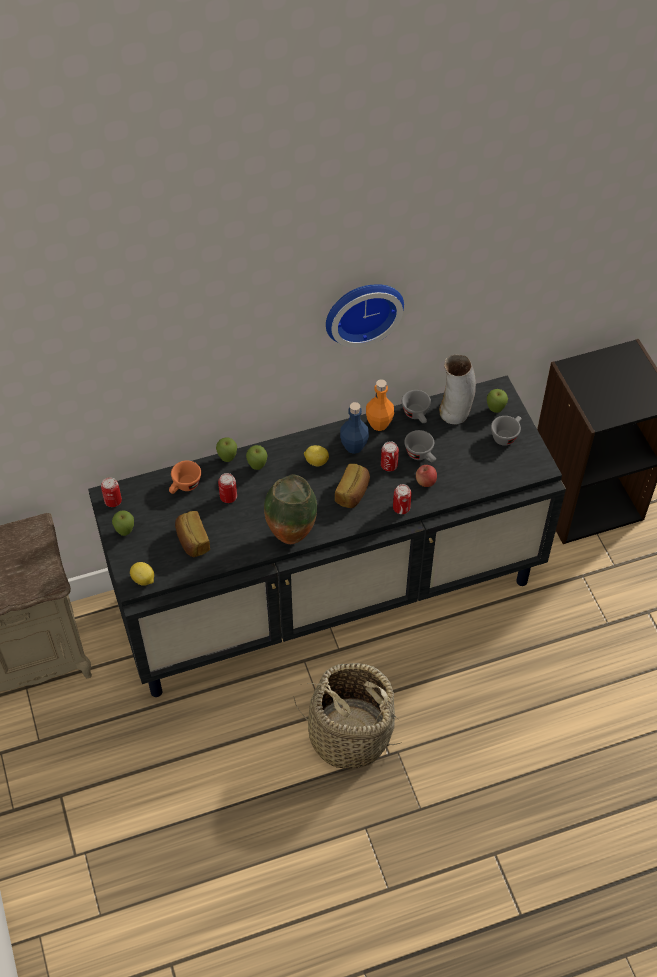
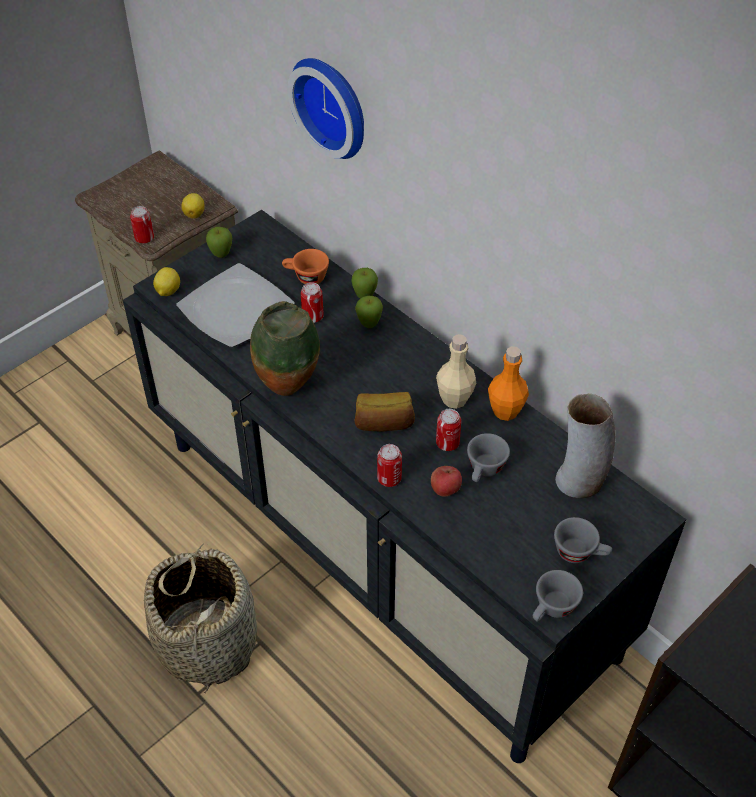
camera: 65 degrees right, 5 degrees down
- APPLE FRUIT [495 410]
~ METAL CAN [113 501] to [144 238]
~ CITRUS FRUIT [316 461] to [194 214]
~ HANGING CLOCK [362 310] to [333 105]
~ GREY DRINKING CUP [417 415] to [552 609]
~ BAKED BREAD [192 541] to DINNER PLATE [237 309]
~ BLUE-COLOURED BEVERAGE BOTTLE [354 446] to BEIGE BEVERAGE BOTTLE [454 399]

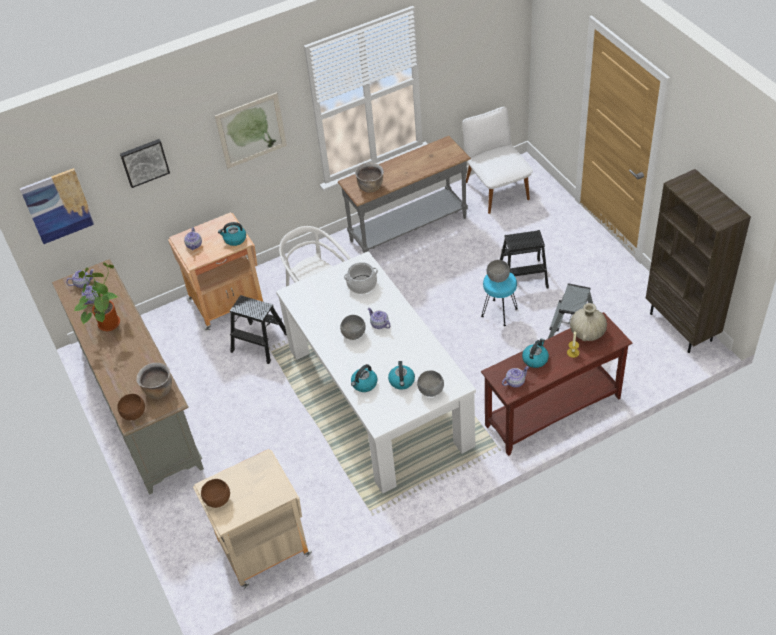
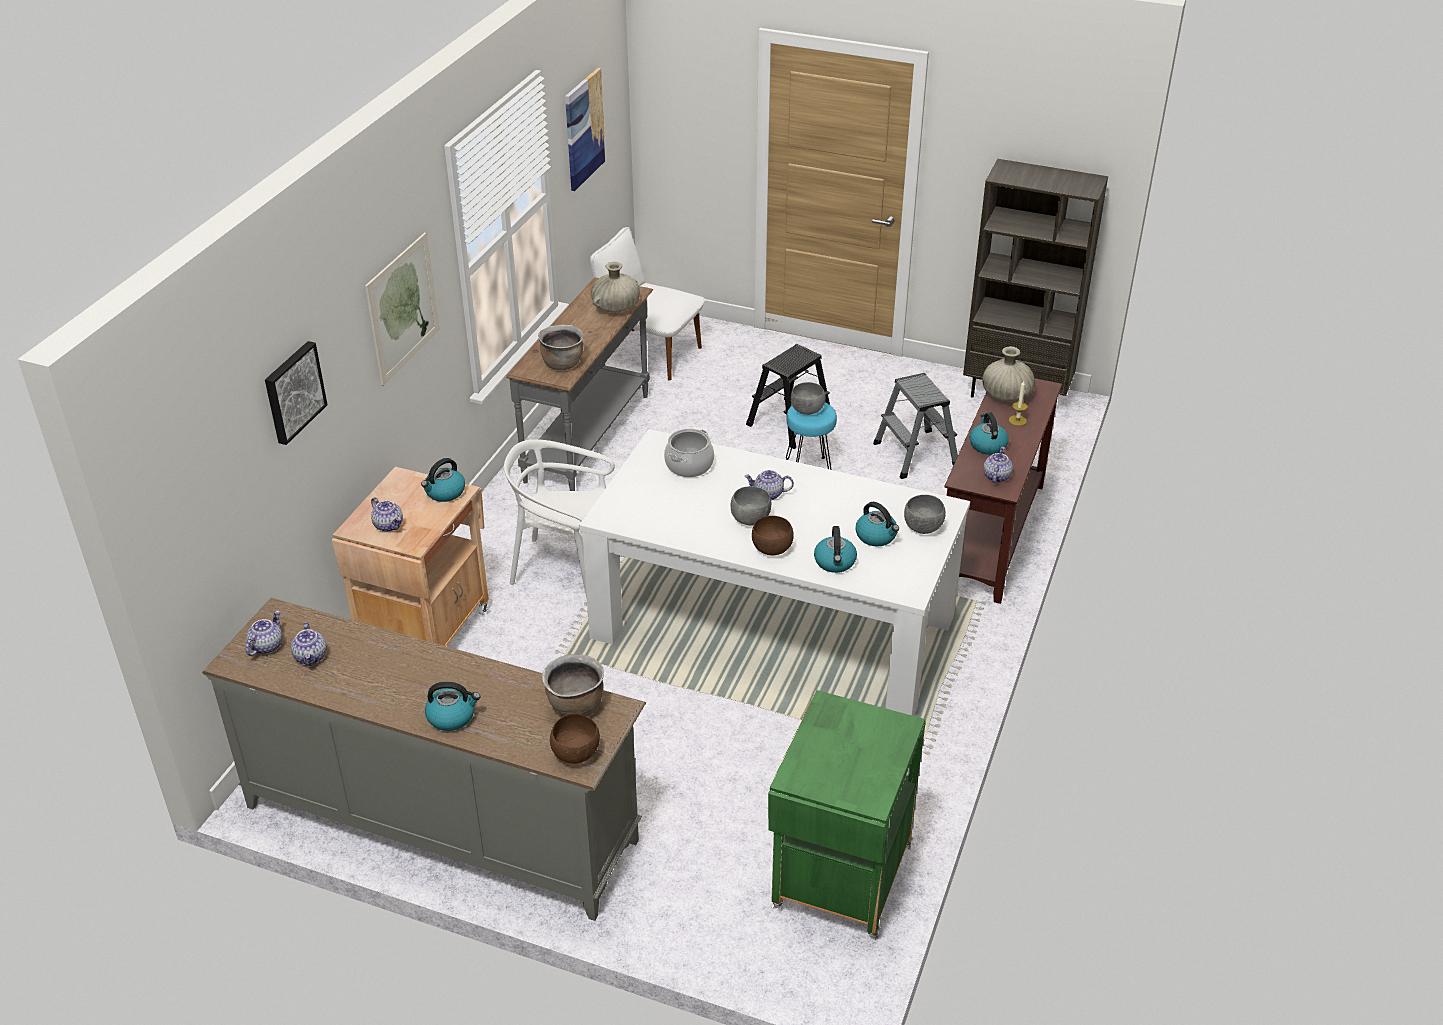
camera: 45 degrees left, 10 degrees down
- POTTED PLANT [108 322]
- BLACK-COLOURED STEPLADDER [259 342]
+ TEA KETTLE [452 716]
+ BEIGE FLOWER VASE [616 308]
~ WALL PICTURE [58 206] to [584 129]
~ BROWN-COLOURED DEEP DISH [217 500] to [772 550]
~ BEIGE CART [263 549] to GREEN CART [841 879]

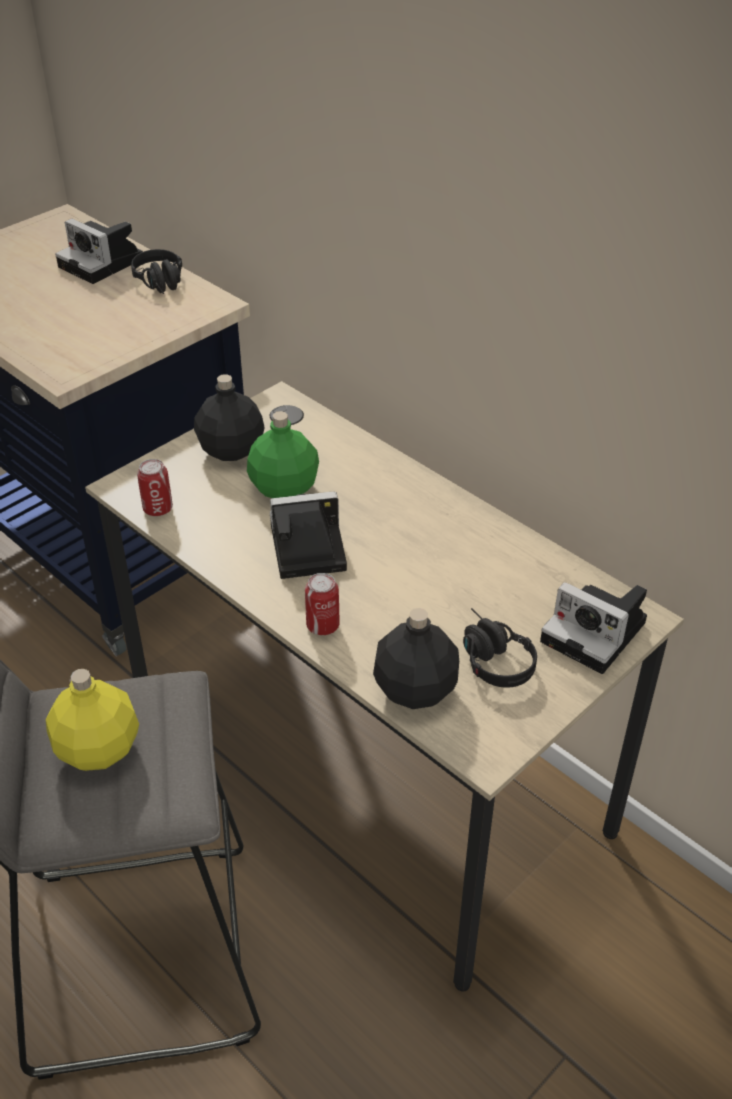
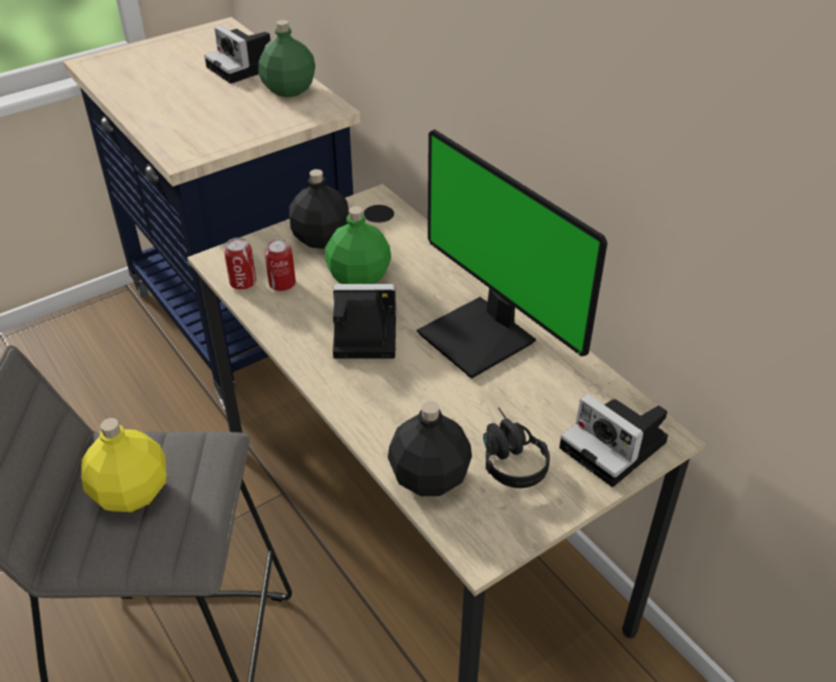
camera: 10 degrees right, 0 degrees up
+ COMPUTER SCREEN [481 337]
~ METAL CAN [323 625] to [282 284]
~ BLACK-COLOURED PAIR OF HEADPHONES [162 285] to GREEN BEVERAGE BOTTLE [289 89]

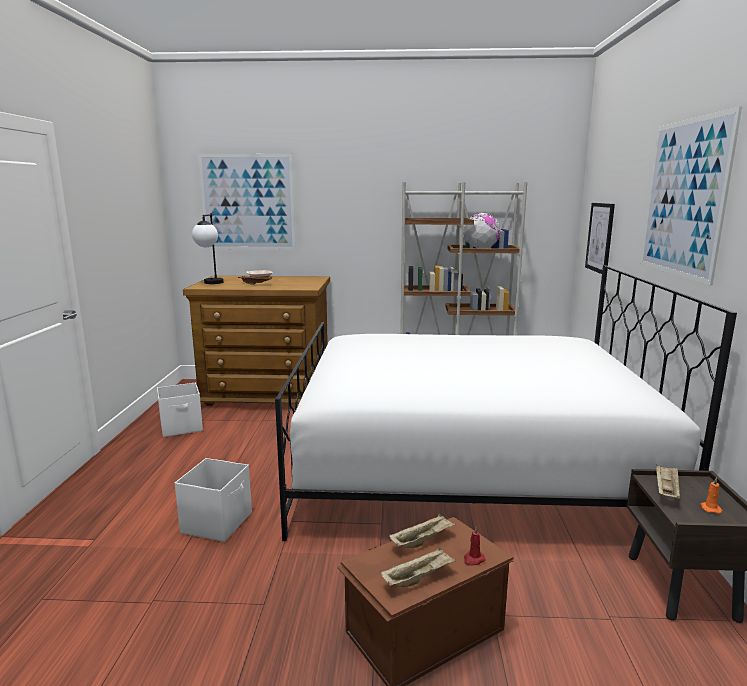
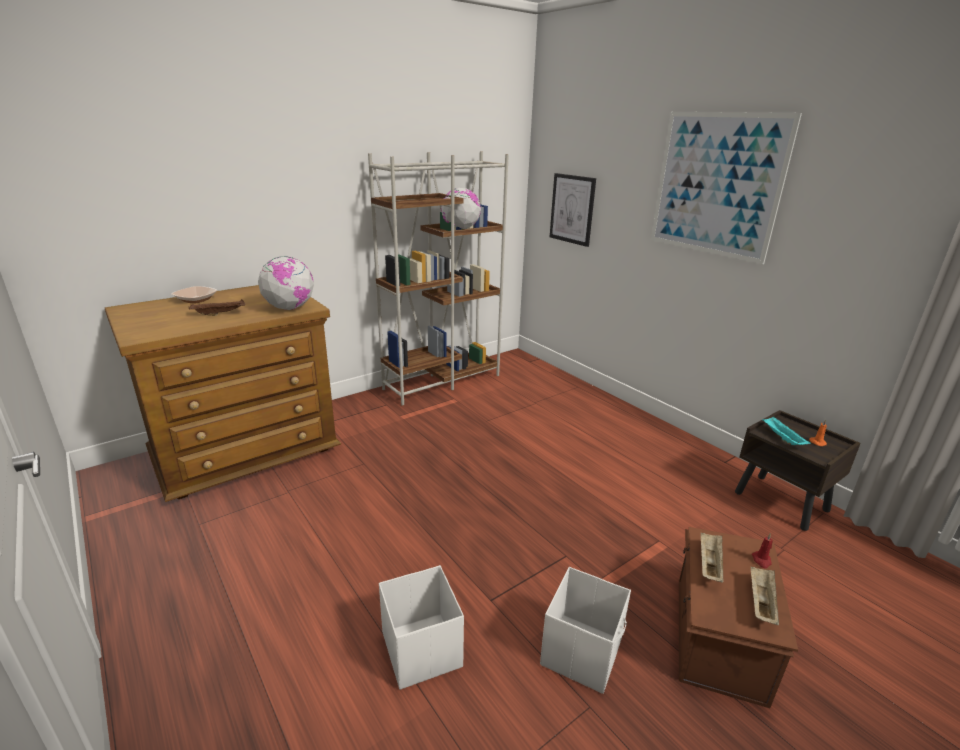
camera: 40 degrees left, 10 degrees up
- TABLE LAMP [211 283]
- WALL PICTURE [248 202]
- WHITISH BEDROOM BED [467 470]
+ GLOBE [289 308]
~ WHITISH STORAGE BOX [182 427] to [582 651]
~ BEIGE TRAY [665 490] to TURQUOISE TRAY [782 438]

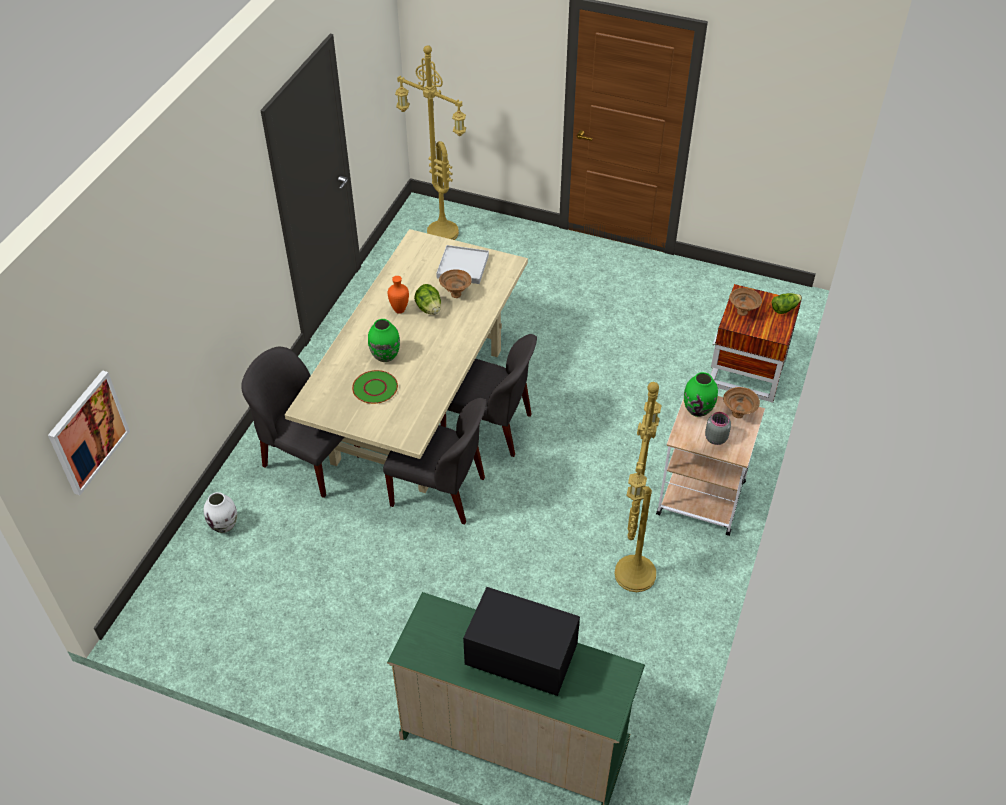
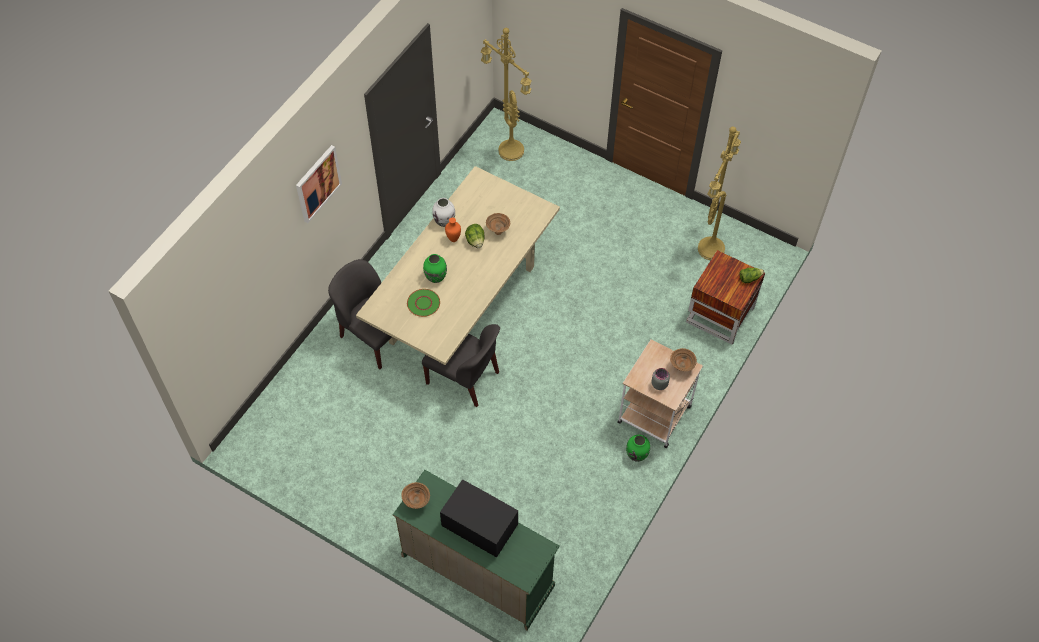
camera: 10 degrees right, 10 degrees up
- WHITISH TRAY [463 267]
- GREY PLAIN CHAIR [489 427]
~ WALL PICTURE [88 432] to [317 183]
~ WHITISH FLOWER VASE [224 525] to [444 221]
~ YELLOW STANDING LAMP [632 572] to [709 247]
~ GREEN FLOWER VASE [698 409] to [637 455]
~ BROWN-COLOURED DEEP DISH [743 312] to [417 502]

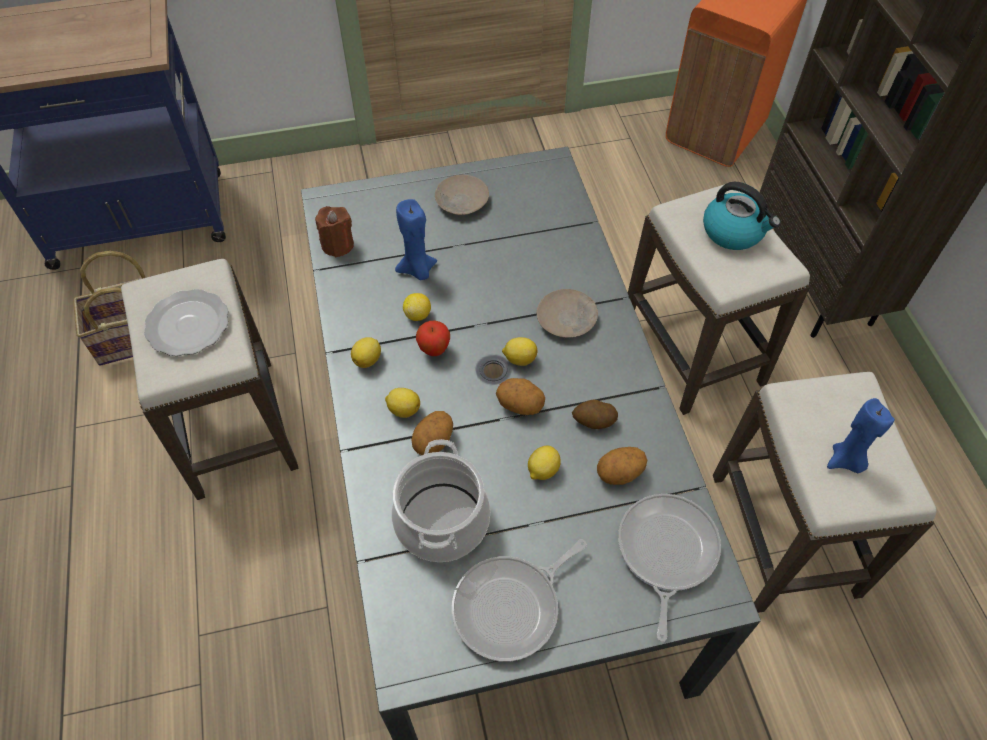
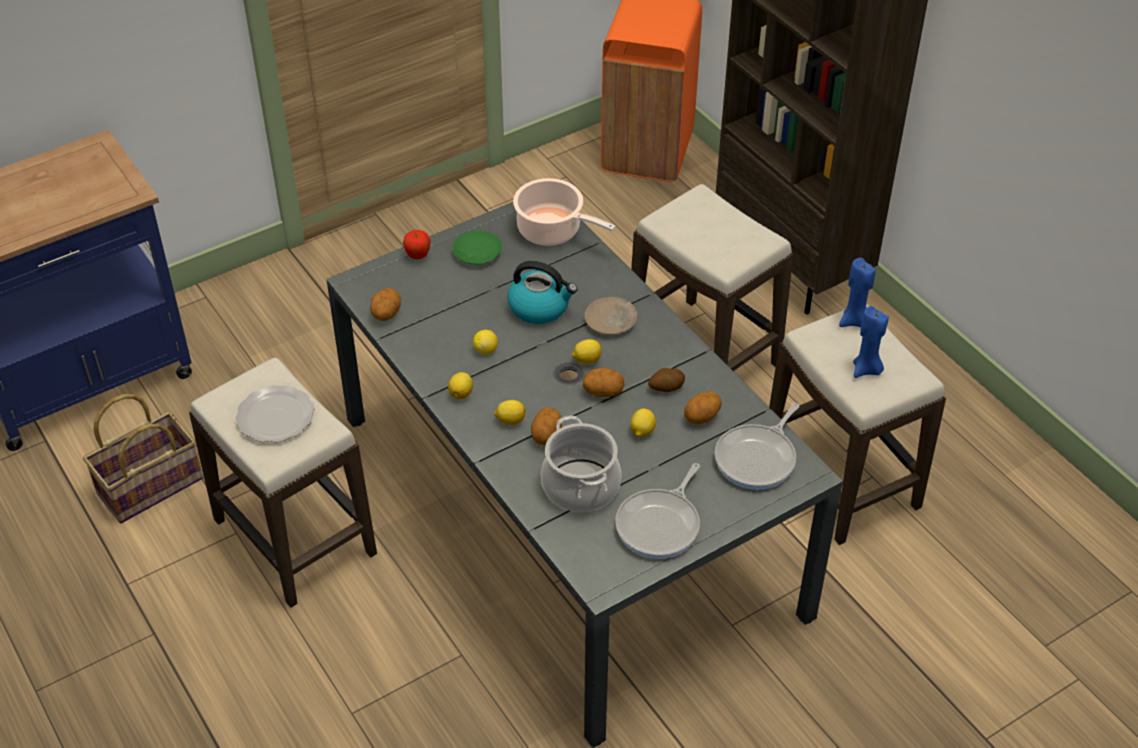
camera: 20 degrees left, 10 degrees down
+ SAUCEPOT [552 231]
~ BLUE-COLOURED WAX LIGHT [417 270] to [854 321]
~ APPLE FRUIT [434 350] to [418 256]
~ TEA KETTLE [734 231] to [540 307]
~ BROWN-COLOURED WAX LIGHT [337 244] to SPUD [386 314]
~ BEIGE DINNER PLATE [461 201] to GREEN DINNER PLATE [477 253]
~ SKILLET [665 552] = [758 458] 135 degrees counterclockwise

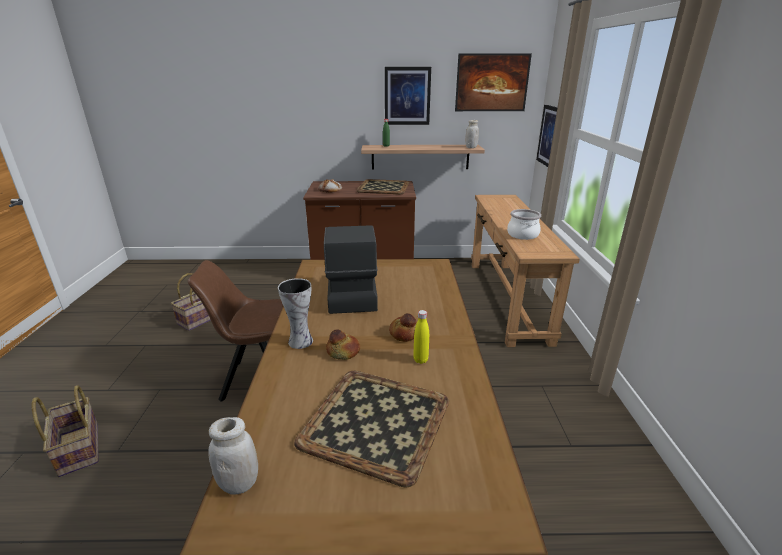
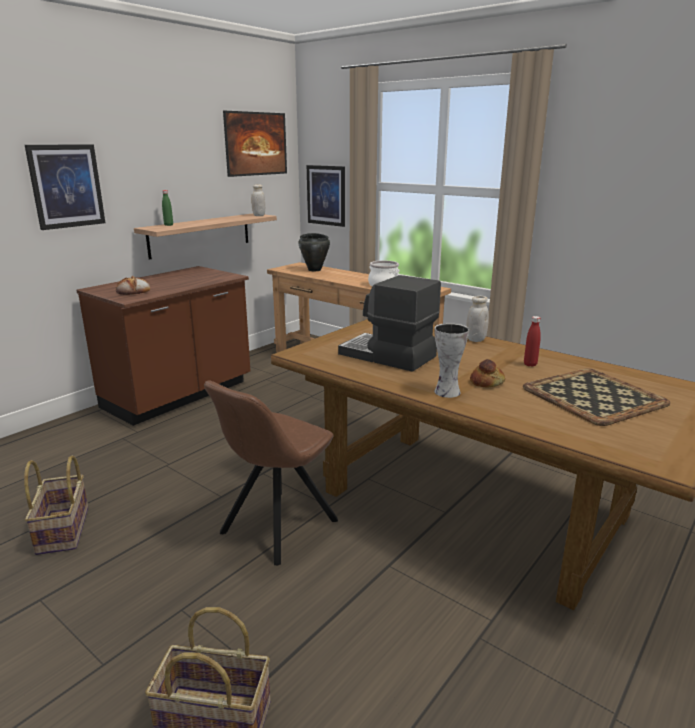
camera: 50 degrees left, 5 degrees down
- TRAY [383 187]
- BAKED BREAD [404 333]
+ BLACK-COLOURED SAUCEPOT [315 270]
~ WHITISH JAR [239 483] to [476 339]
~ WALL PICTURE [407 96] to [66 186]
~ YELLOW BEVERAGE BOTTLE [420 360] to RED-COLOURED BEVERAGE BOTTLE [530 364]

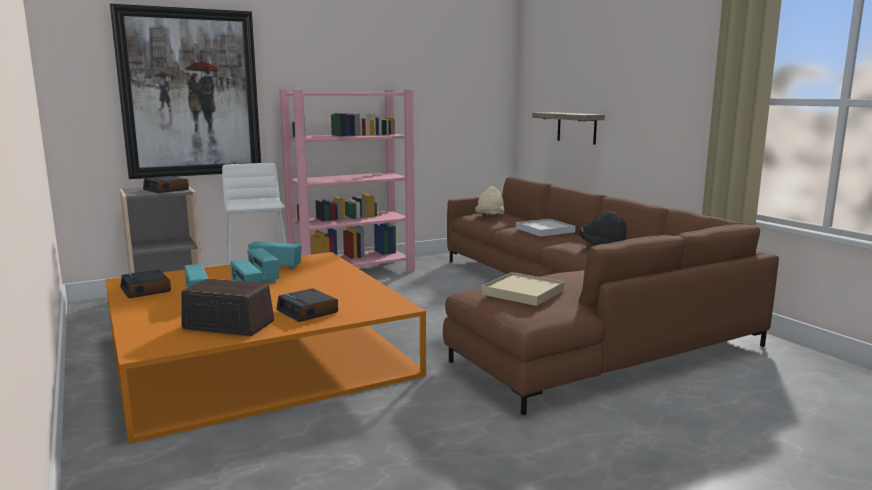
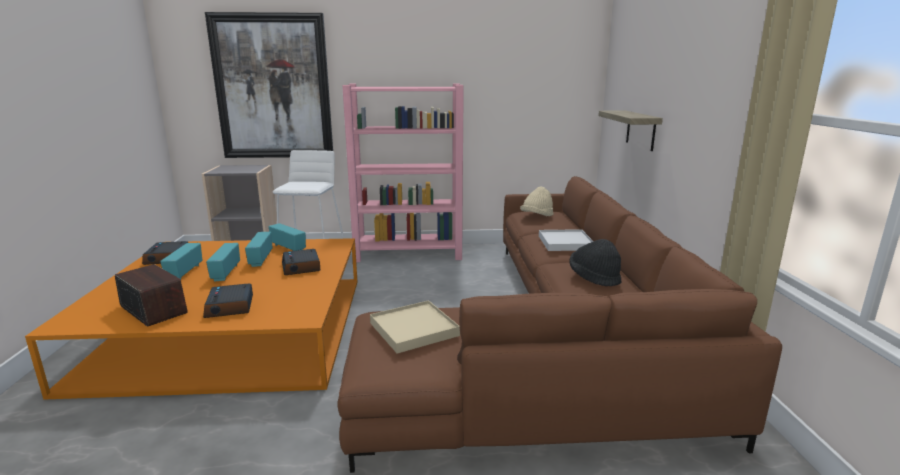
camera: 25 degrees right, 5 degrees up
~ BEDSIDE CLOCK [166 189] to [301 267]

